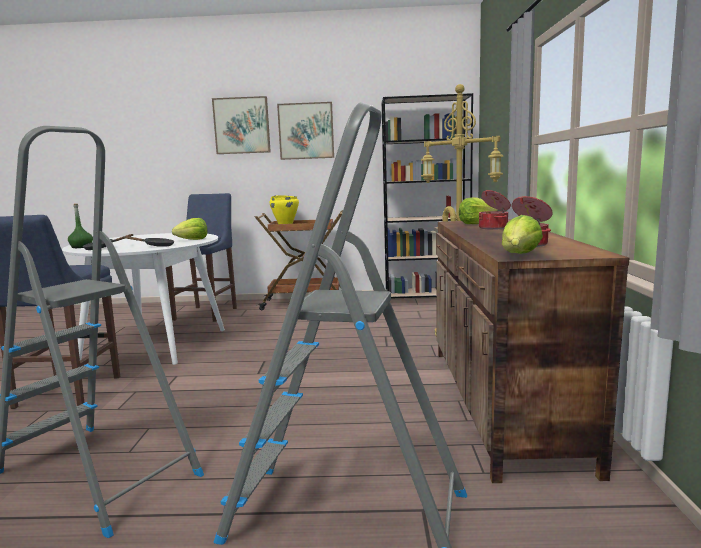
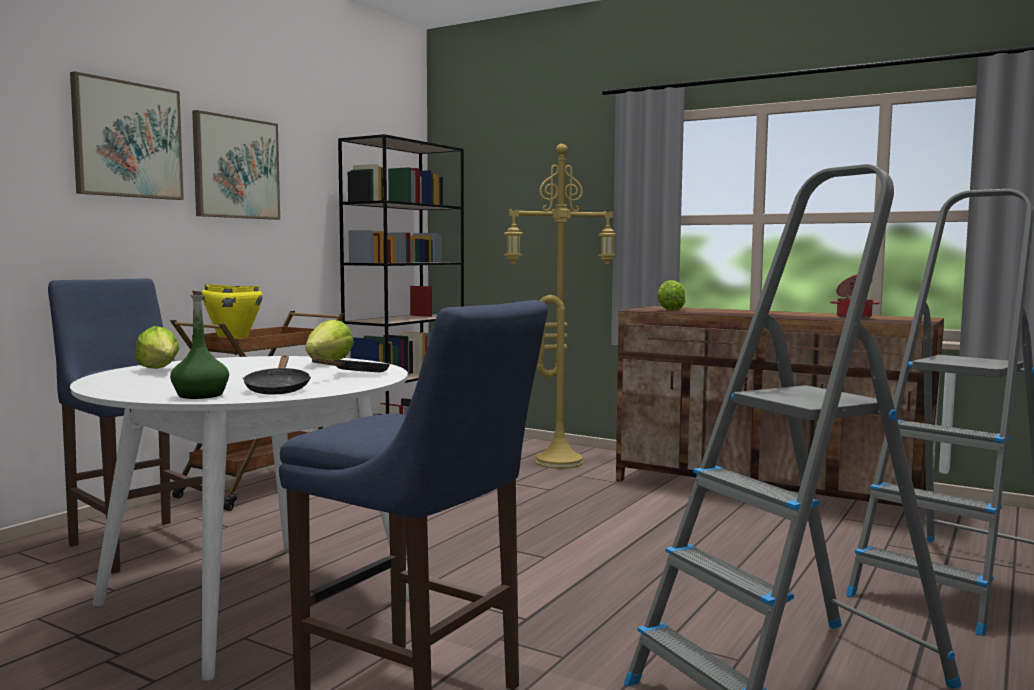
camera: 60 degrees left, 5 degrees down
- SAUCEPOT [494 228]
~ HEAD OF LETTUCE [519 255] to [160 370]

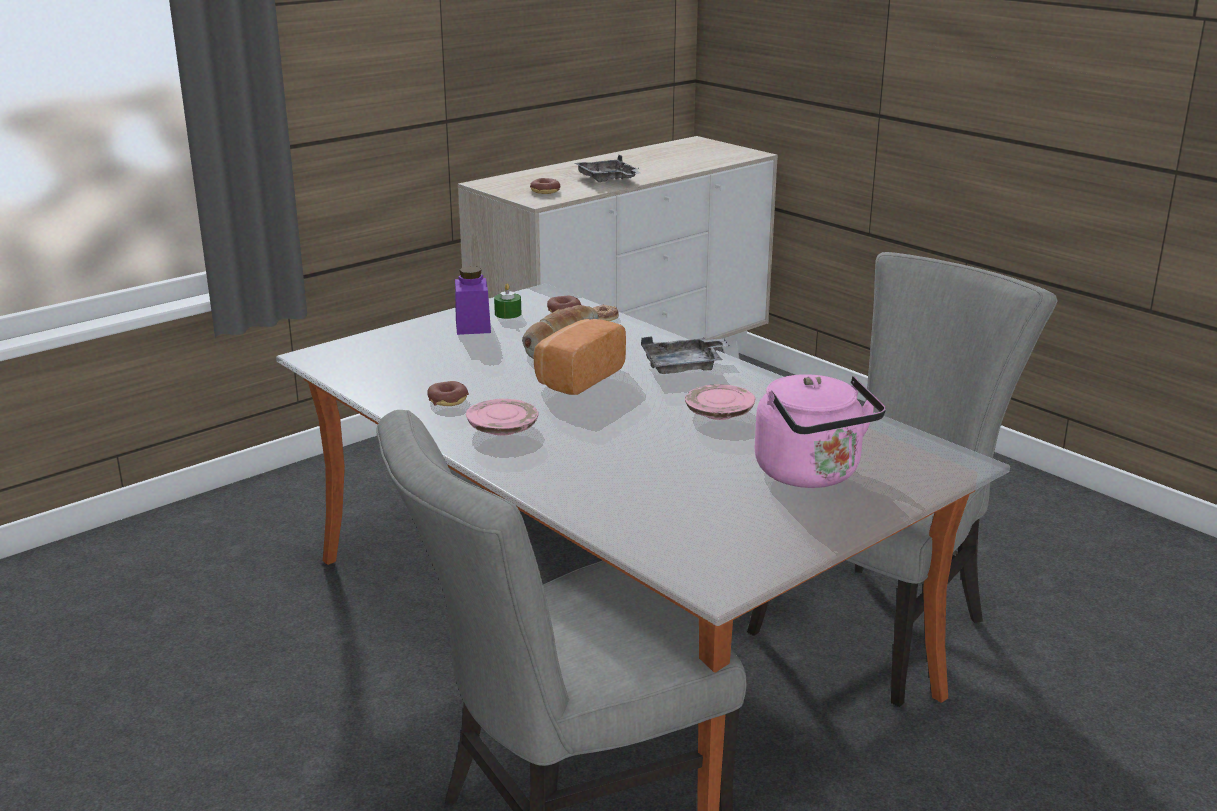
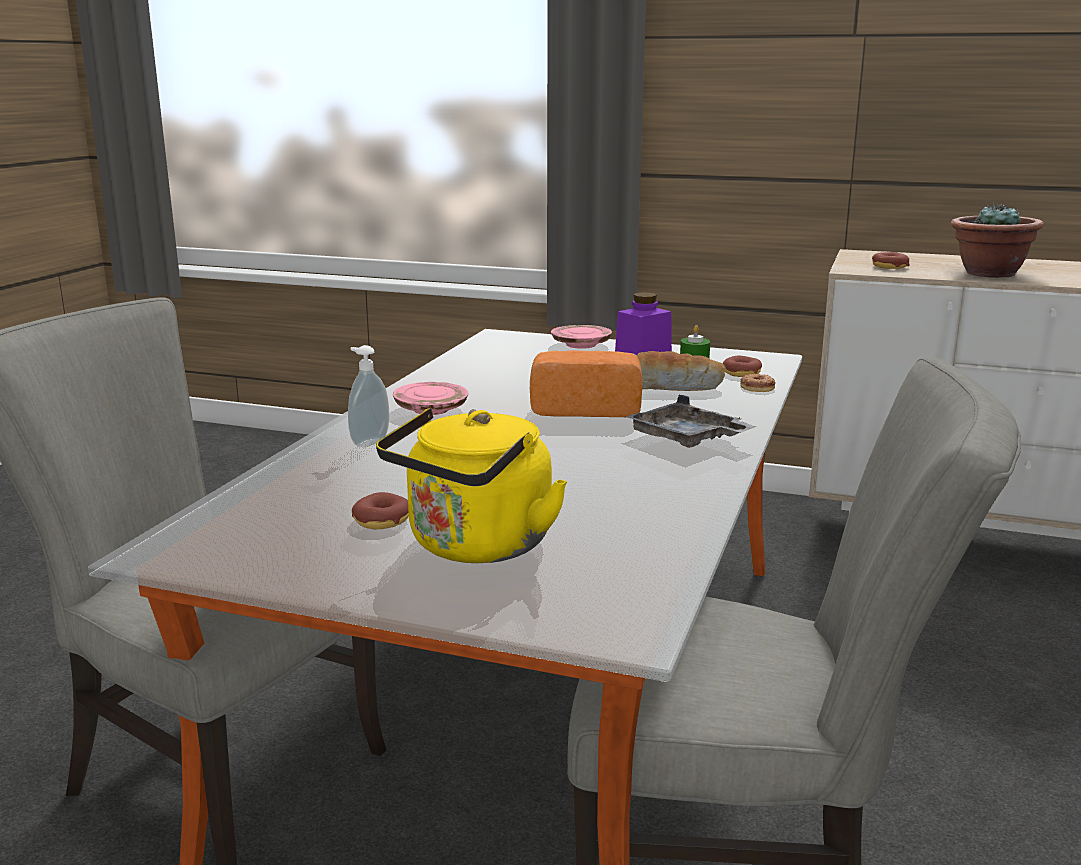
camera: 60 degrees right, 5 degrees down
+ SOAP BOTTLE [368 442]
~ RING DOUGHNUT [448 400] to [382 520]
~ PINK DINNER PLATE [719 413] to [580 345]
~ GREY TRAY [608 179] to POTTED PLANT [989 273]
~ PINK TEA KETTLE [812 474] to YELLOW TEA KETTLE [475 547]

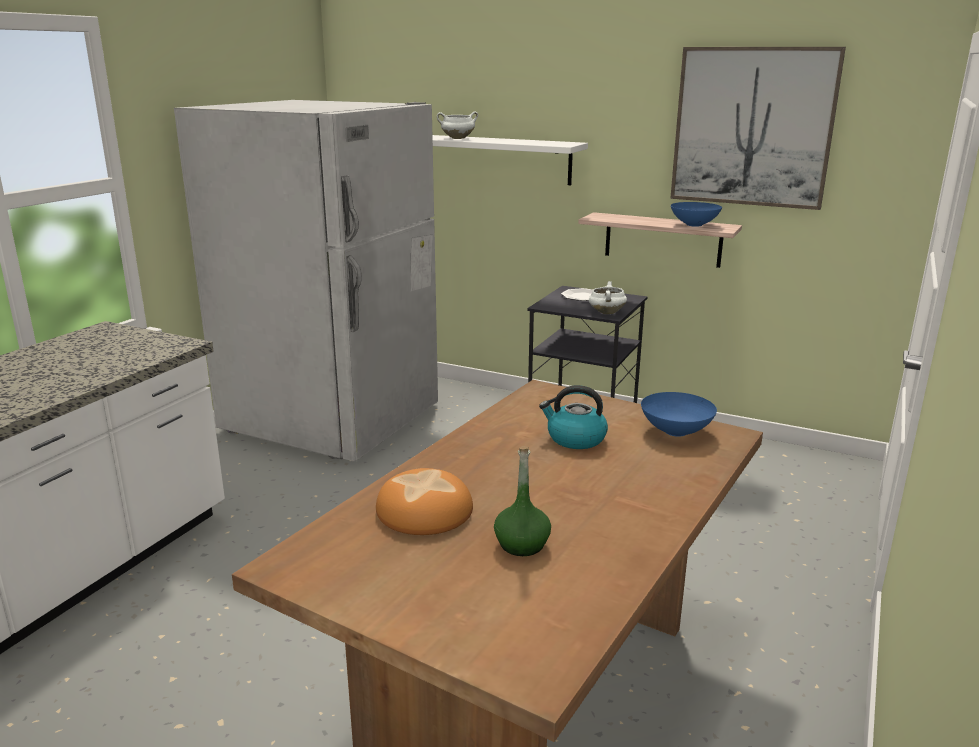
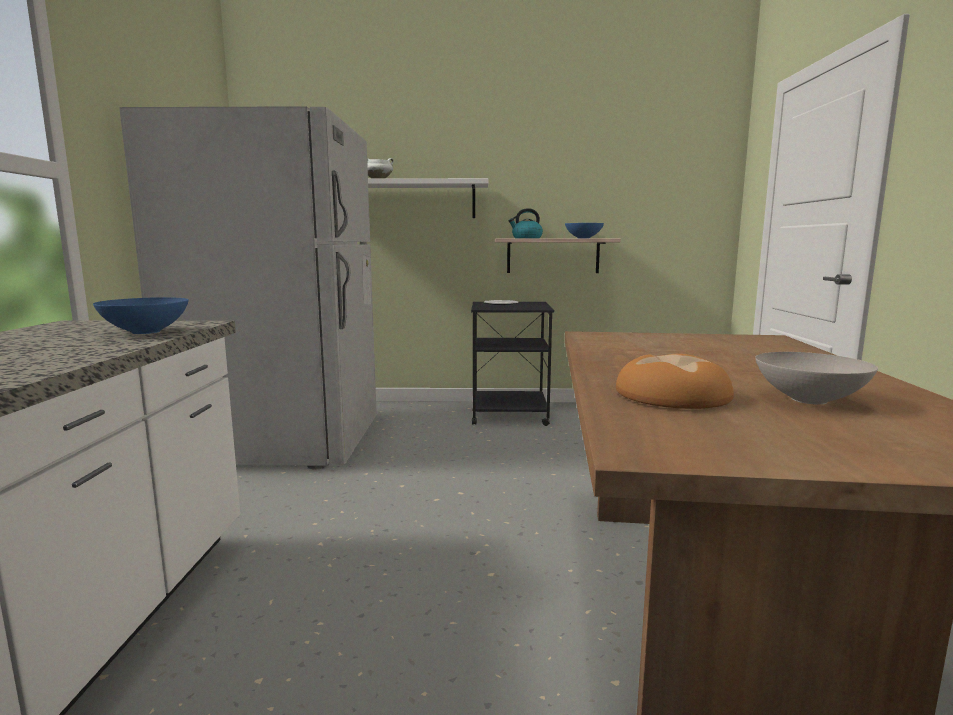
camera: 25 degrees left, 10 degrees down
- WHITISH SAUCEPOT [606 312]
- WALL PICTURE [752 127]
~ TEA KETTLE [575 439] to [526 238]
~ BLUE-COLOURED DEEP DISH [677 431] to [147 332]
~ GREEN BEVERAGE BOTTLE [521 544] to WHITISH DEEP DISH [807 399]

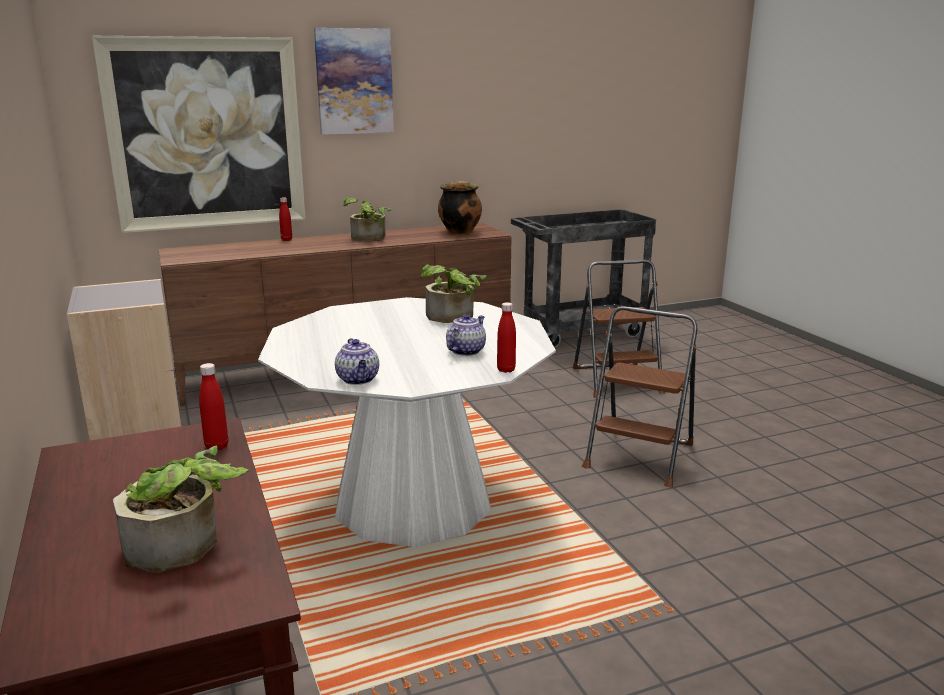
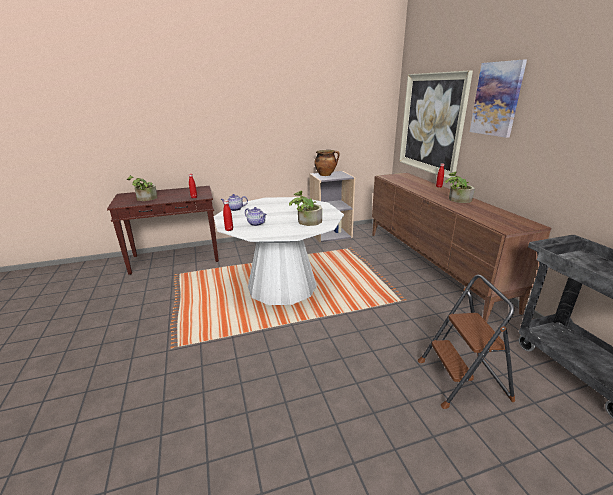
camera: 95 degrees right, 5 degrees up
- BROWN-COLOURED STEPLADDER [641 453]
~ SAUCEPOT [459 232] to [326 175]

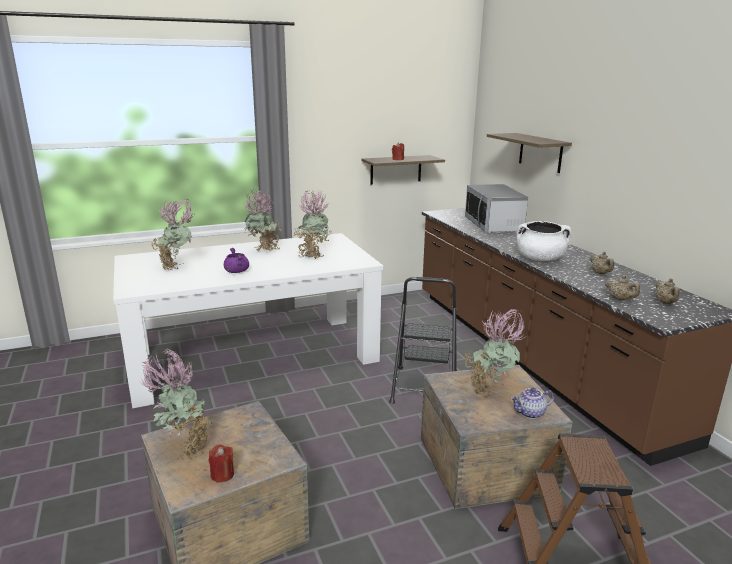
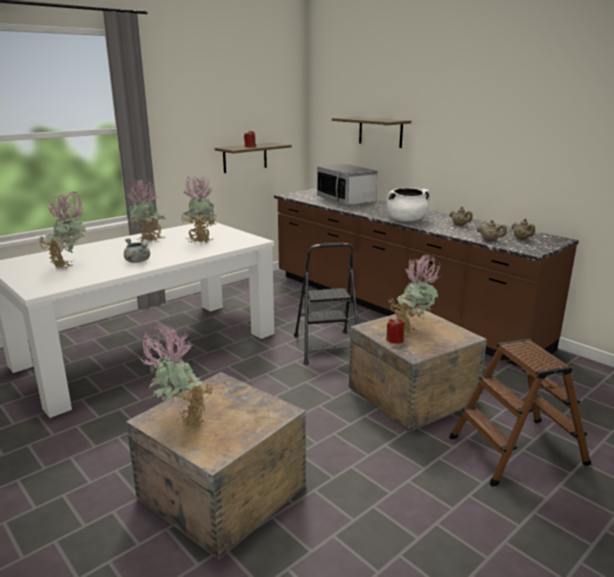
camera: 20 degrees left, 0 degrees up
- TEA POT [530 413]
~ RED-COLOURED WAX LIGHT [222 474] to [395 340]
~ PURPLISH SAUCEPOT [236 271] to GREY SAUCEPOT [137 261]

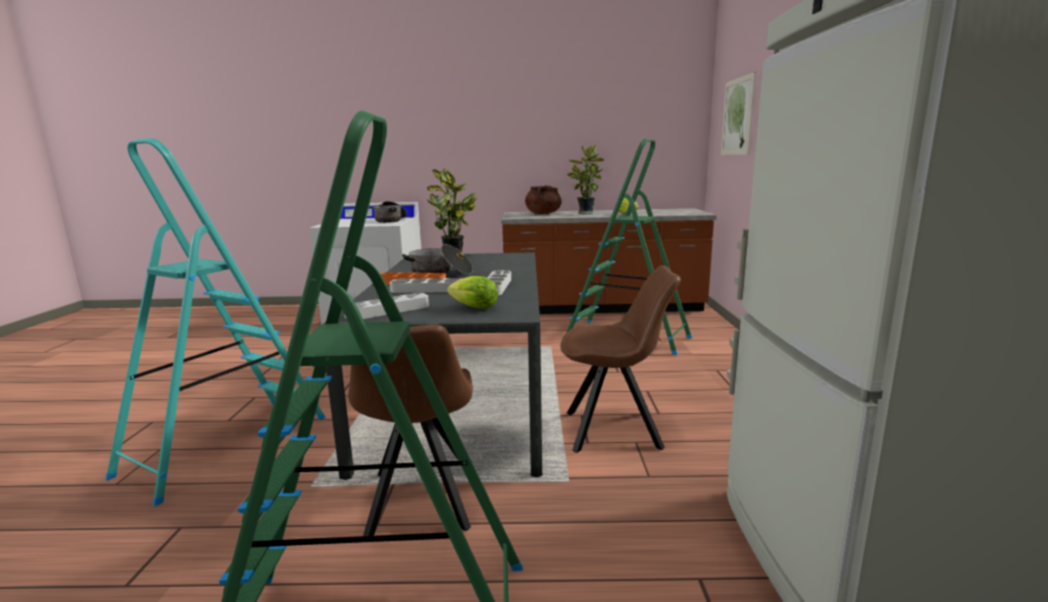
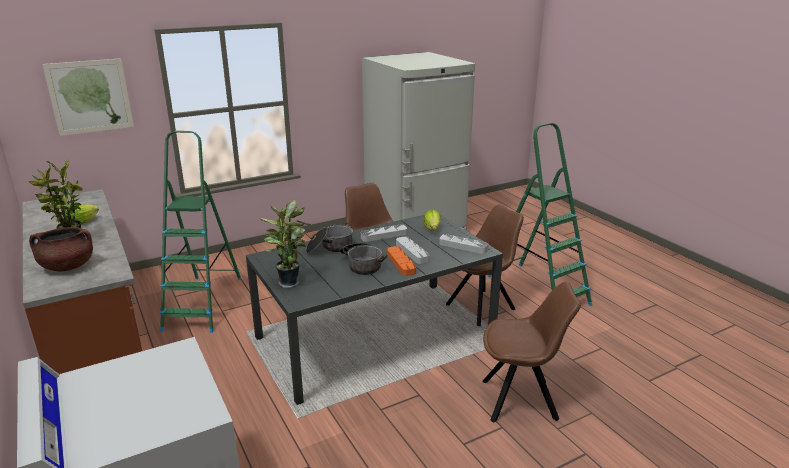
camera: 120 degrees left, 10 degrees up
~ SAUCEPOT [391 220] to [330 247]
~ TURQUOISE STEPLADDER [227 444] to BROWN-COLOURED PLAIN CHAIR [520 400]

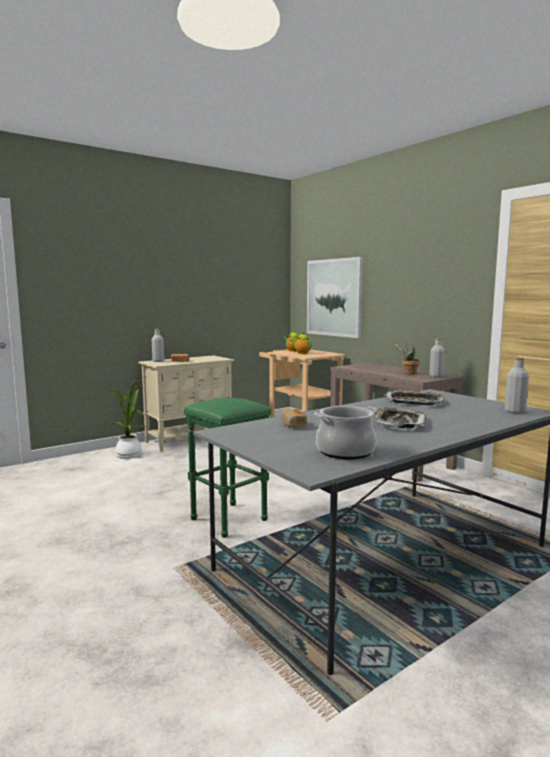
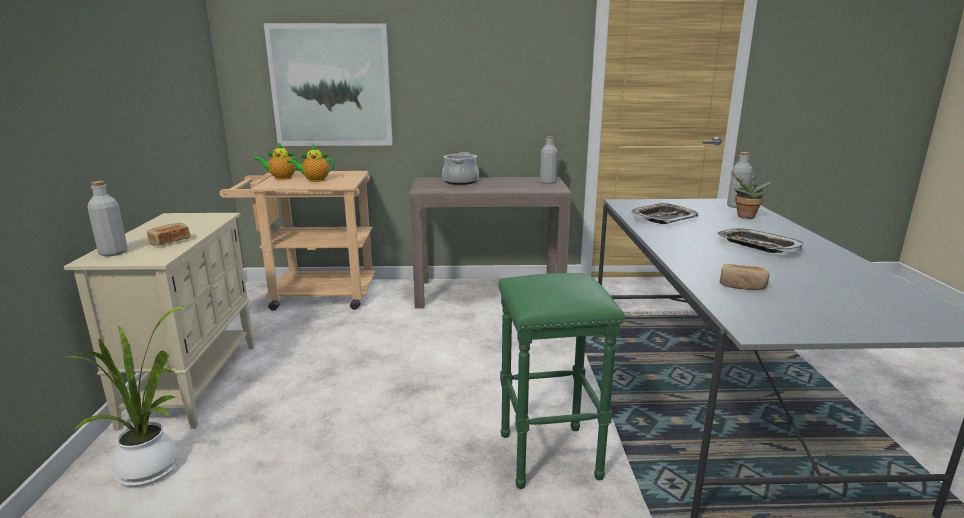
camera: 55 degrees left, 10 degrees up
~ SAUCEPOT [345 451] to [460 181]
~ POTTED PLANT [408 373] to [745 217]

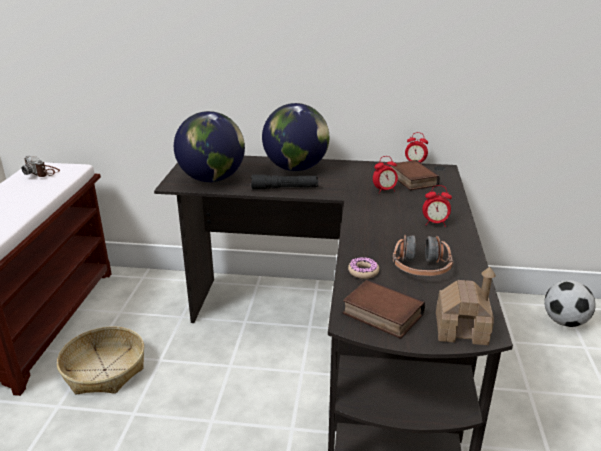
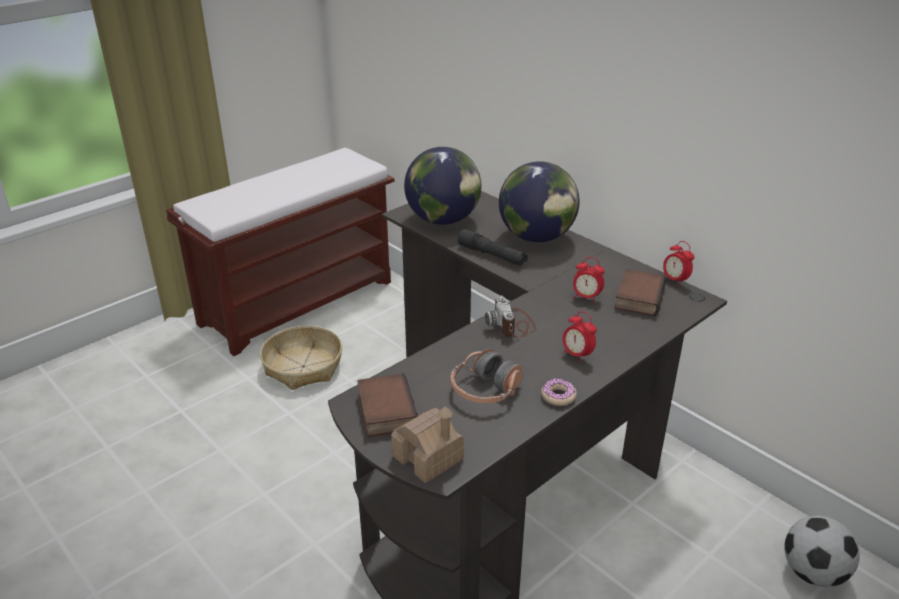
camera: 40 degrees right, 5 degrees up
~ STILL CAMERA [42 172] to [512 325]
~ RING DOUGHNUT [363 272] to [558 396]

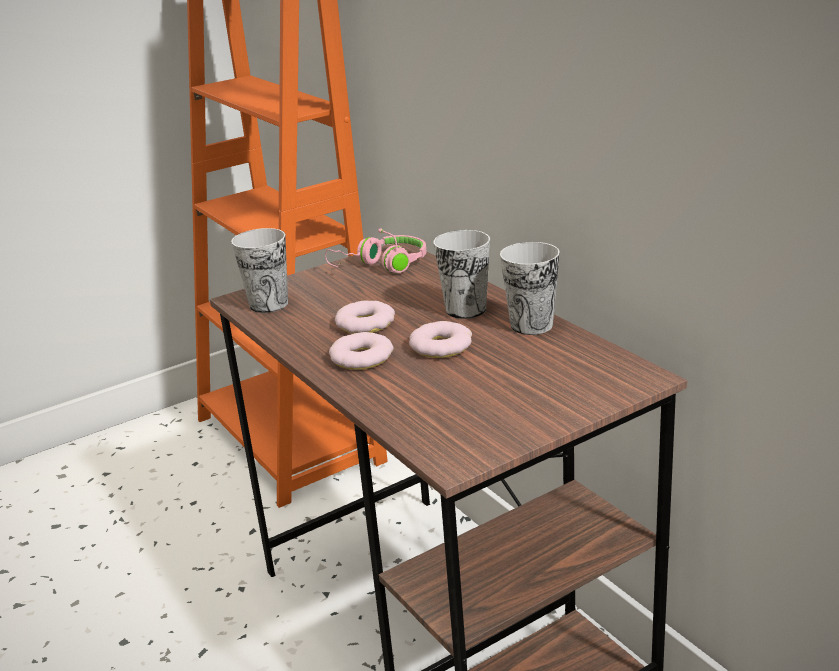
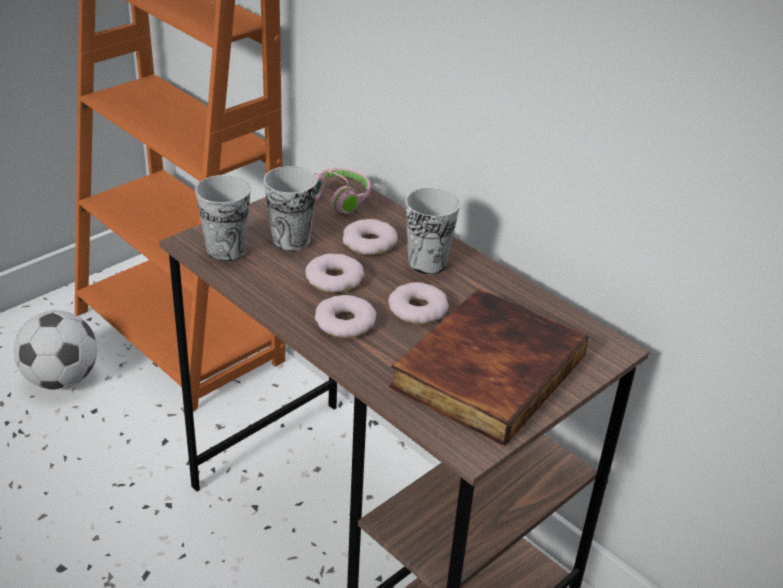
camera: 15 degrees left, 10 degrees up
+ BALL FOR FOOTBALL [61 379]
+ RING DOUGHNUT [369 243]
+ BOUND BOOK [486 369]
~ DRINKING CUP [531 325] to [291 240]

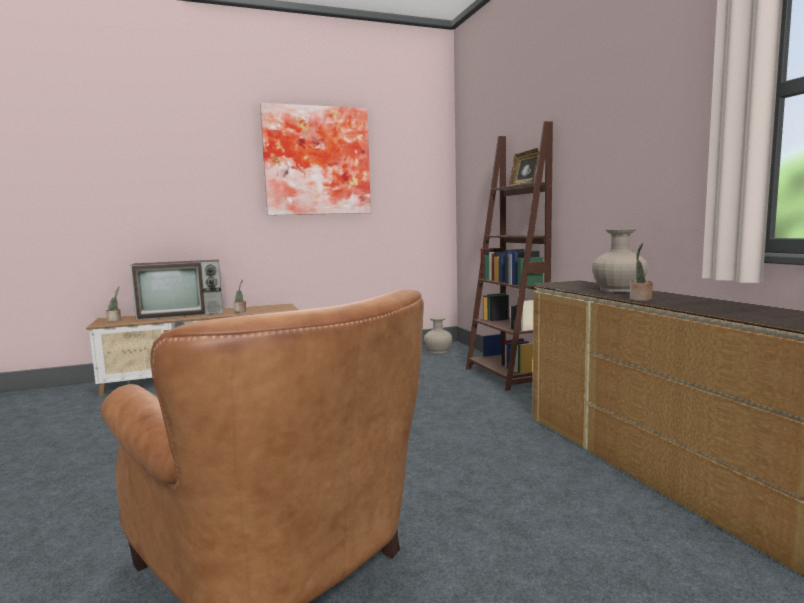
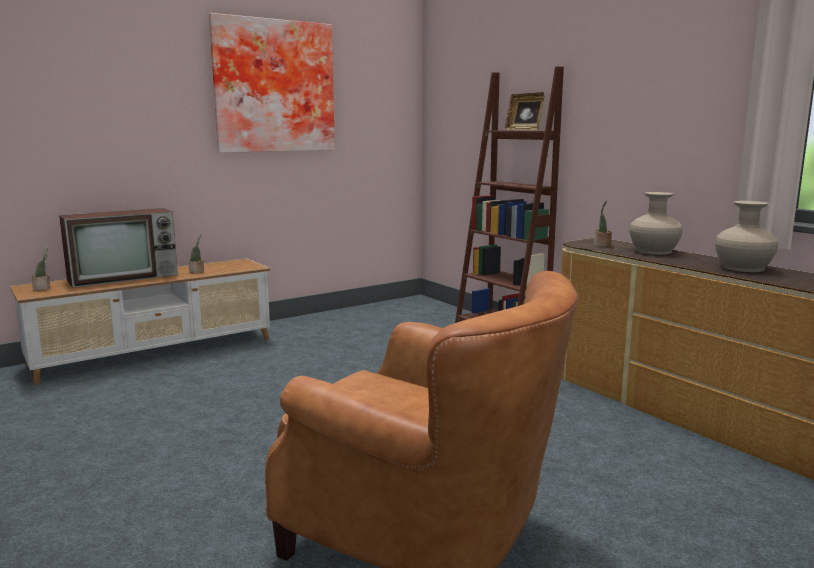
camera: 15 degrees left, 5 degrees up
~ BEIGE FLOWER VASE [438 350] to [743 268]
~ POTTED PLANT [640 299] to [602 245]

